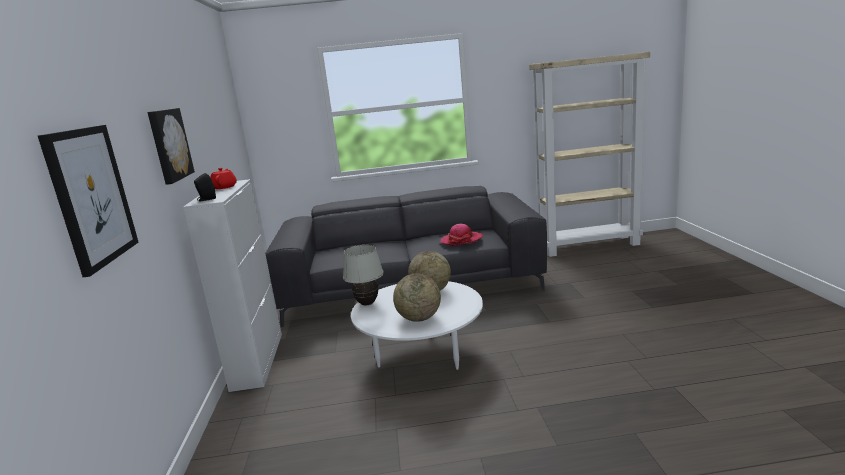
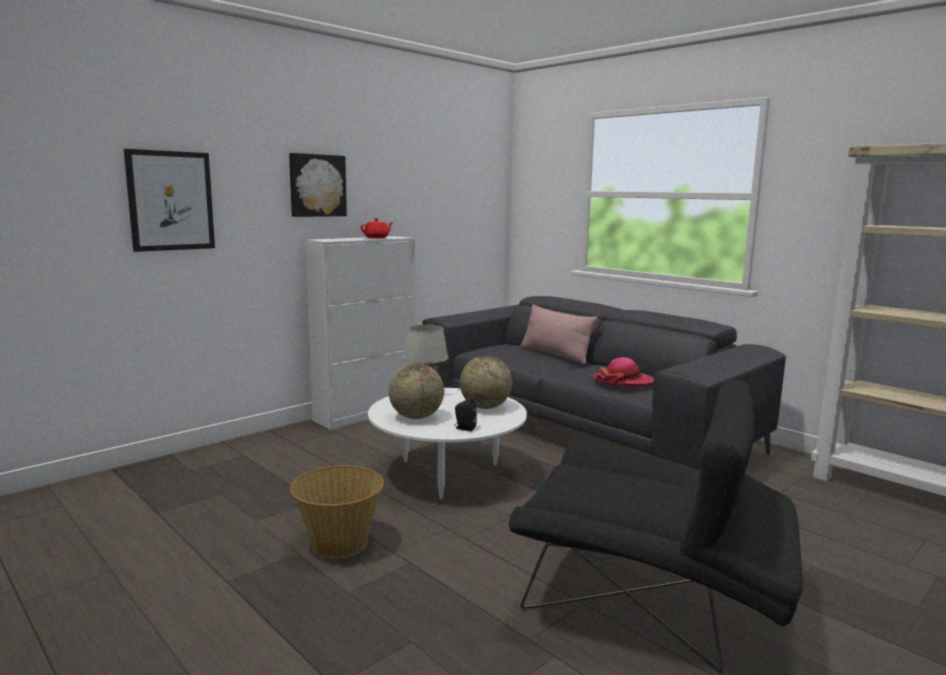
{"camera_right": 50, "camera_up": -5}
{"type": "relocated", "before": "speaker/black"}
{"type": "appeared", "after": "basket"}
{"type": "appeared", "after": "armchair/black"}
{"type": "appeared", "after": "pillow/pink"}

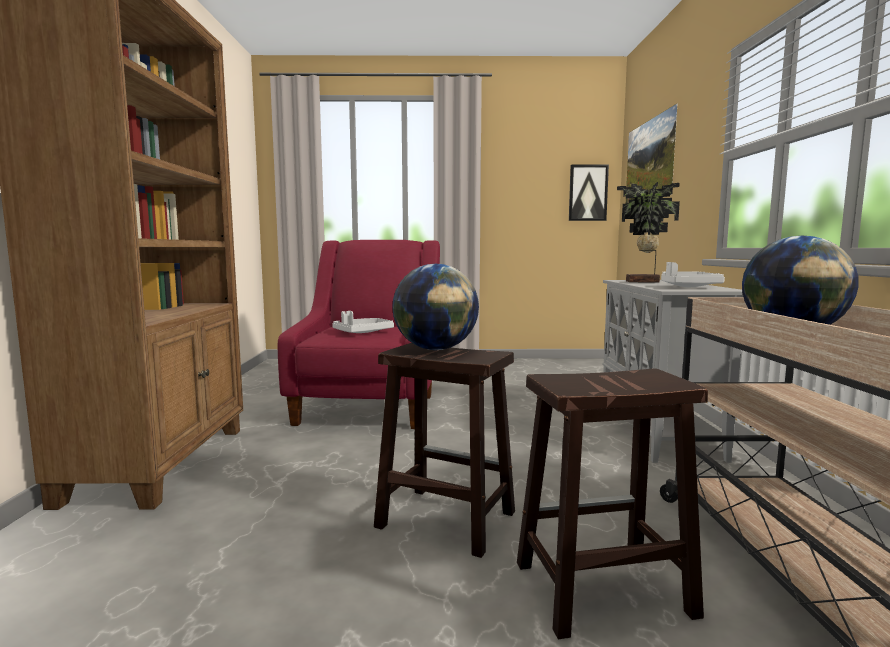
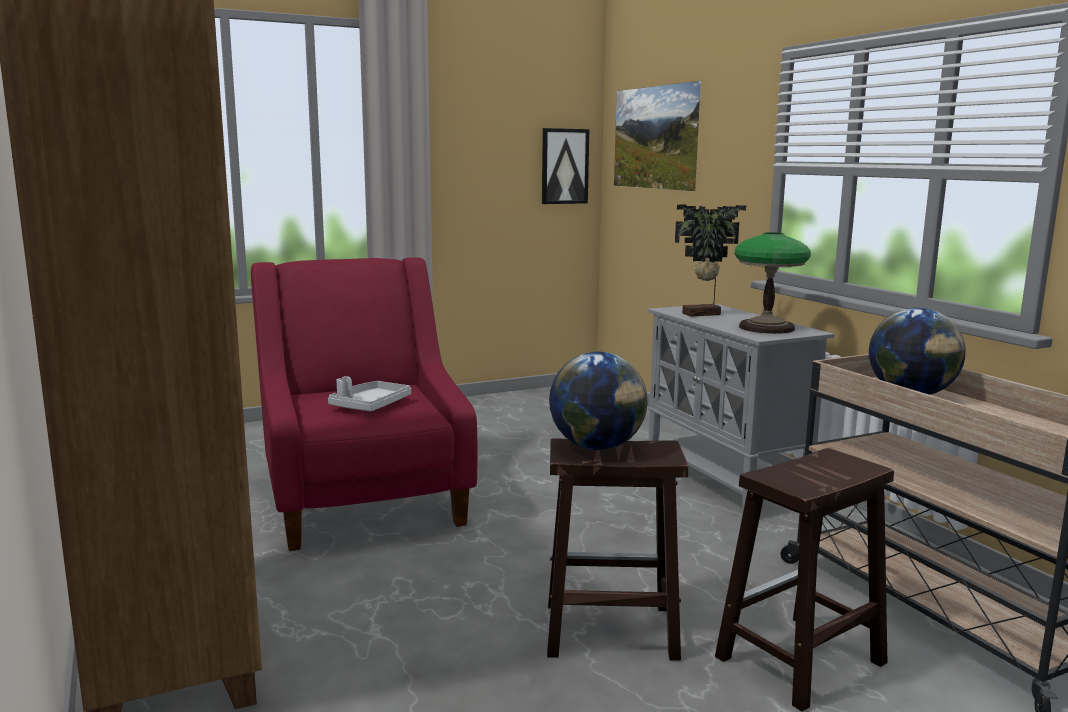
{"camera_right": -25, "camera_up": 5}
{"type": "exchanged", "before": "tray/grey (no. 2 from left)", "after": "table lamp"}

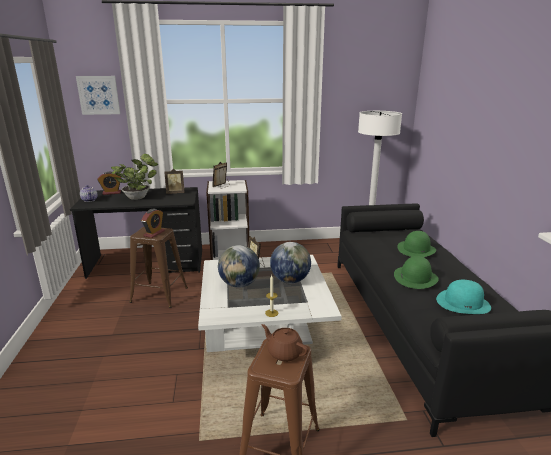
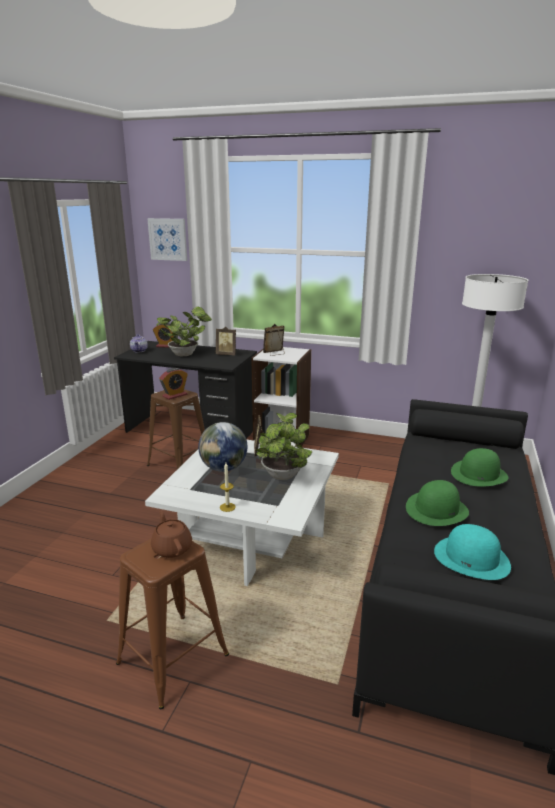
{"camera_right": 25, "camera_up": 0}
{"type": "exchanged", "before": "globe (no. 2 from left)", "after": "potted plant (no. 2 from left)"}

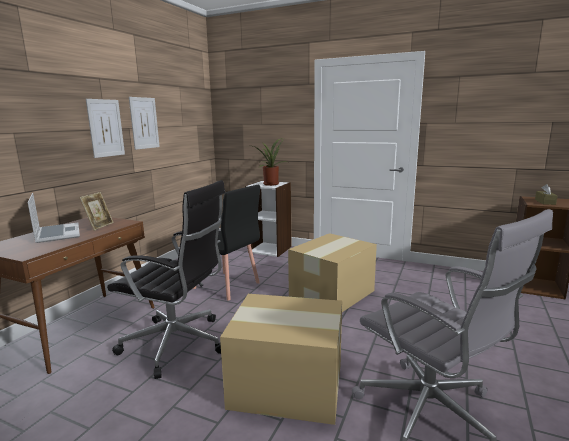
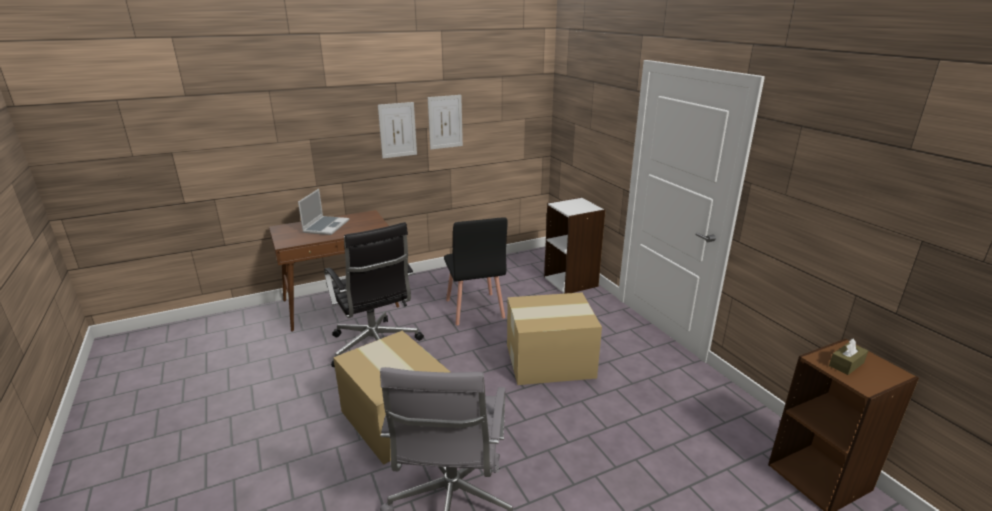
{"camera_right": 40, "camera_up": 10}
{"type": "missing", "before": "picture frame"}
{"type": "missing", "before": "potted plant"}

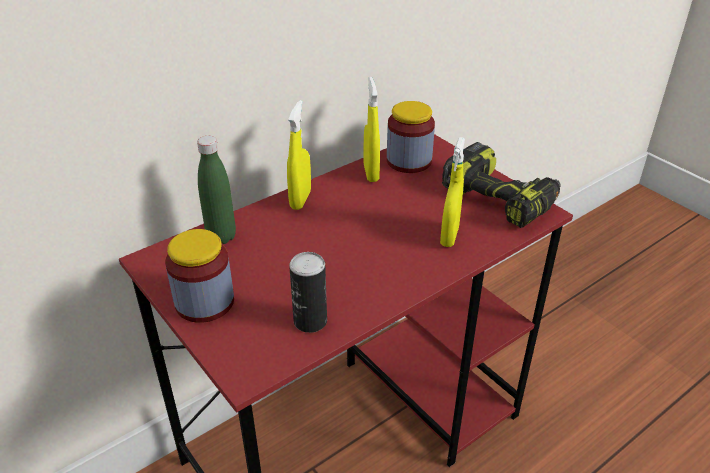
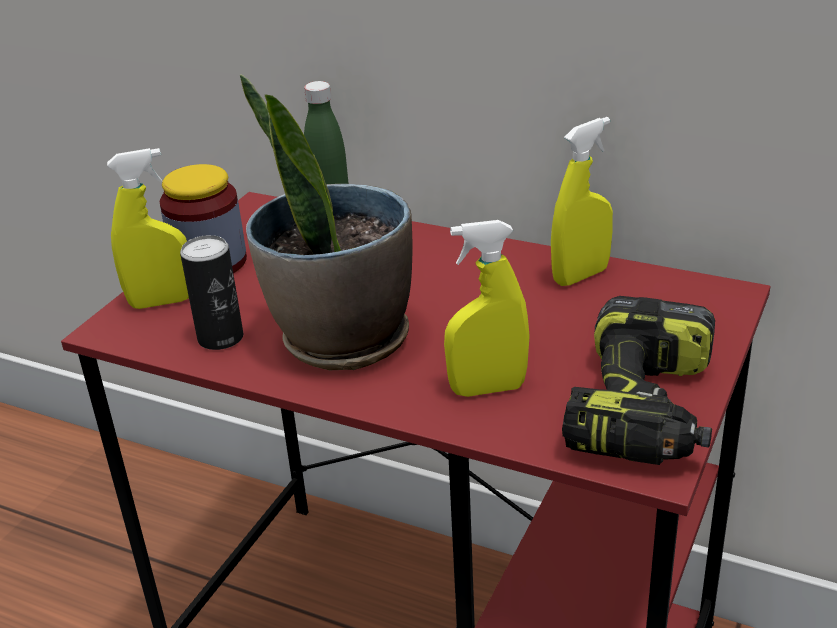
{"camera_right": 65, "camera_up": -5}
{"type": "relocated", "before": "spray bottle/yellow (no. 1 from left)"}
{"type": "missing", "before": "jar (no. 2 from left)"}
{"type": "appeared", "after": "potted plant"}

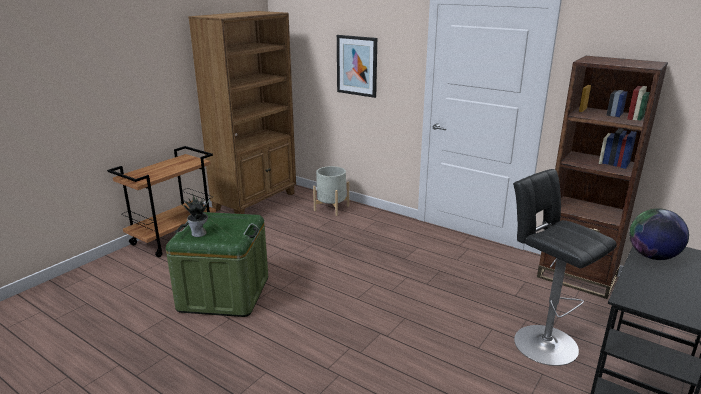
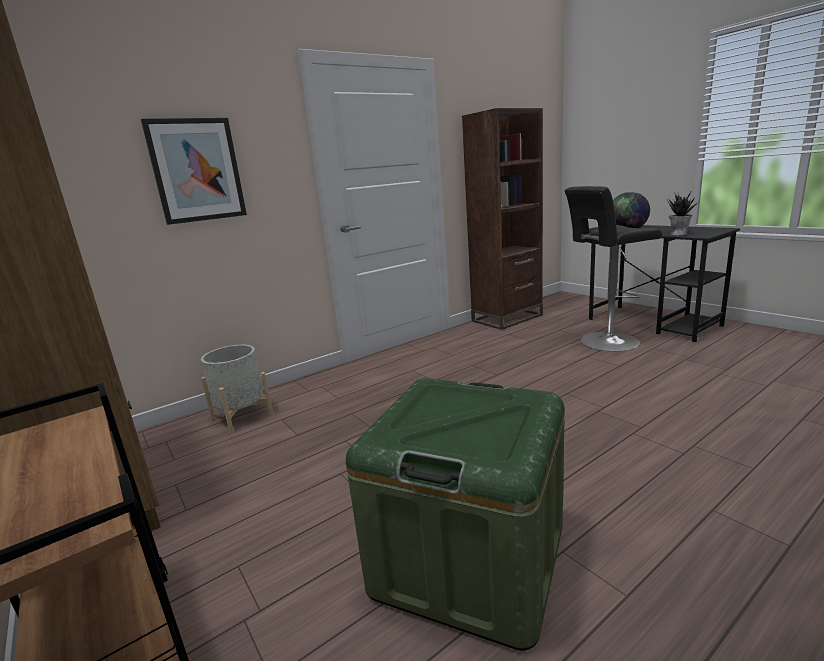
{"camera_right": -70, "camera_up": -5}
{"type": "relocated", "before": "potted plant"}

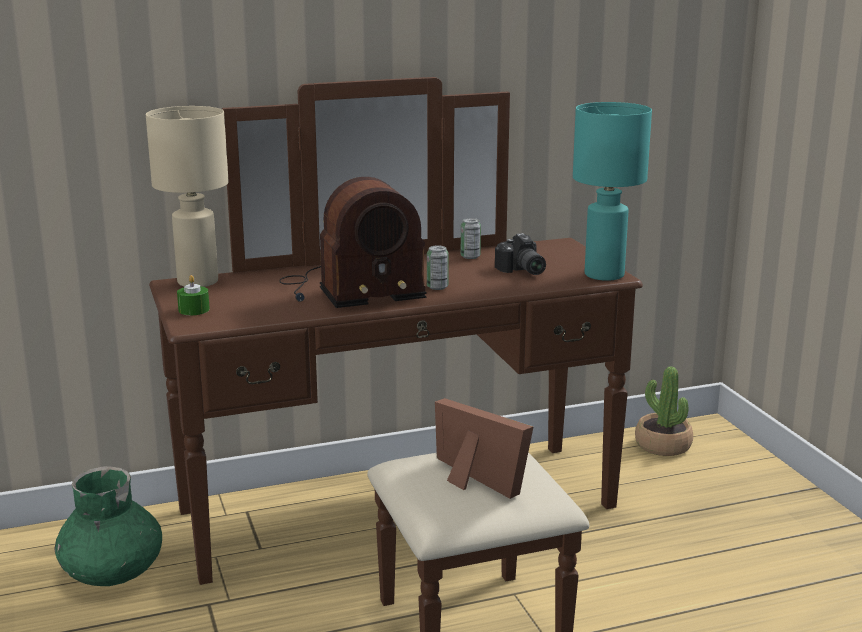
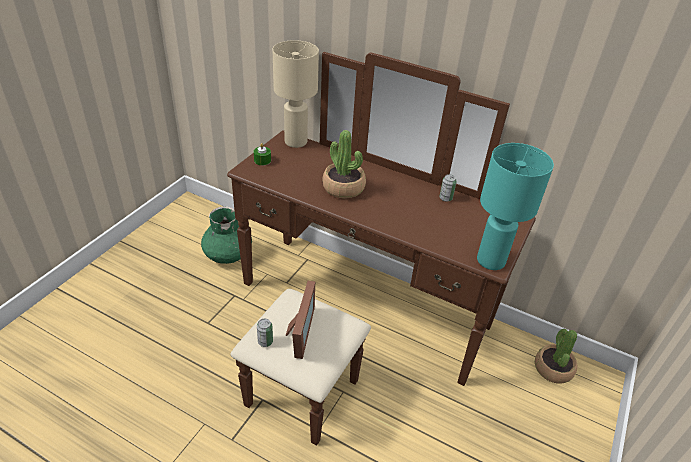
{"camera_right": 45, "camera_up": 20}
{"type": "exchanged", "before": "radio", "after": "potted plant (no. 1 from left)"}
{"type": "relocated", "before": "can (no. 1 from left)"}
{"type": "missing", "before": "photo camera"}

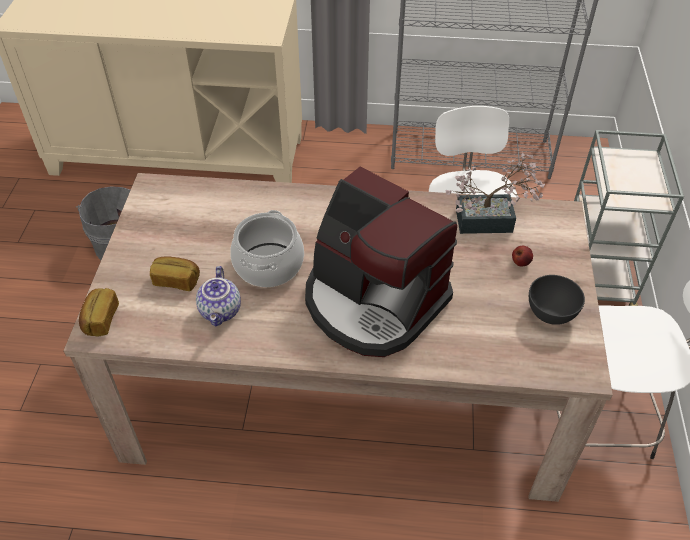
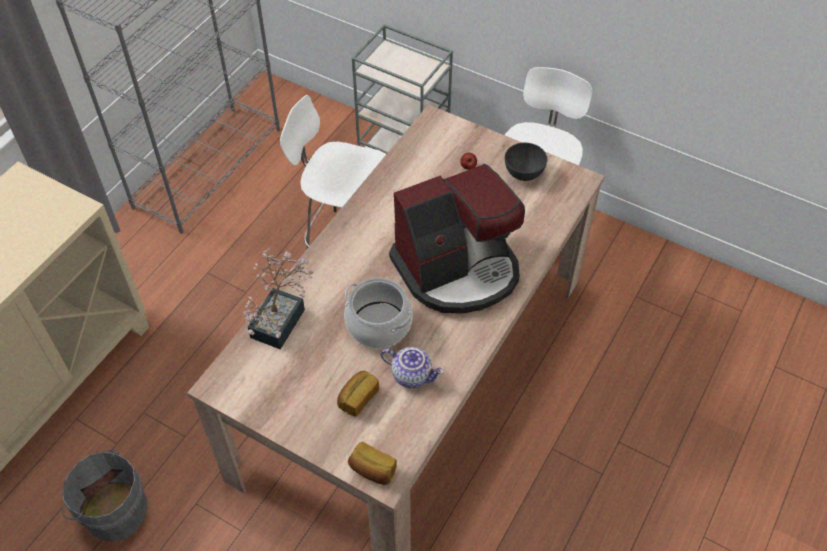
{"camera_right": -65, "camera_up": 5}
{"type": "relocated", "before": "potted plant"}

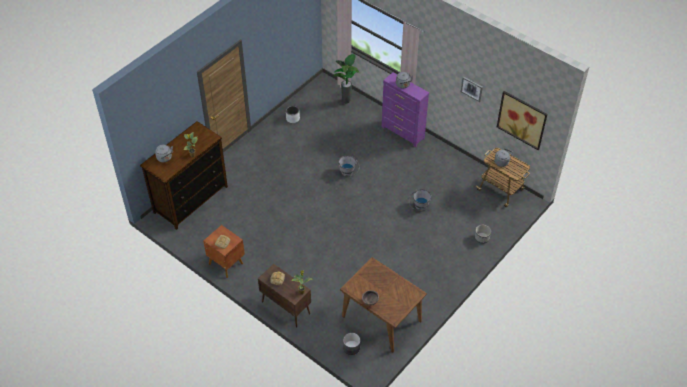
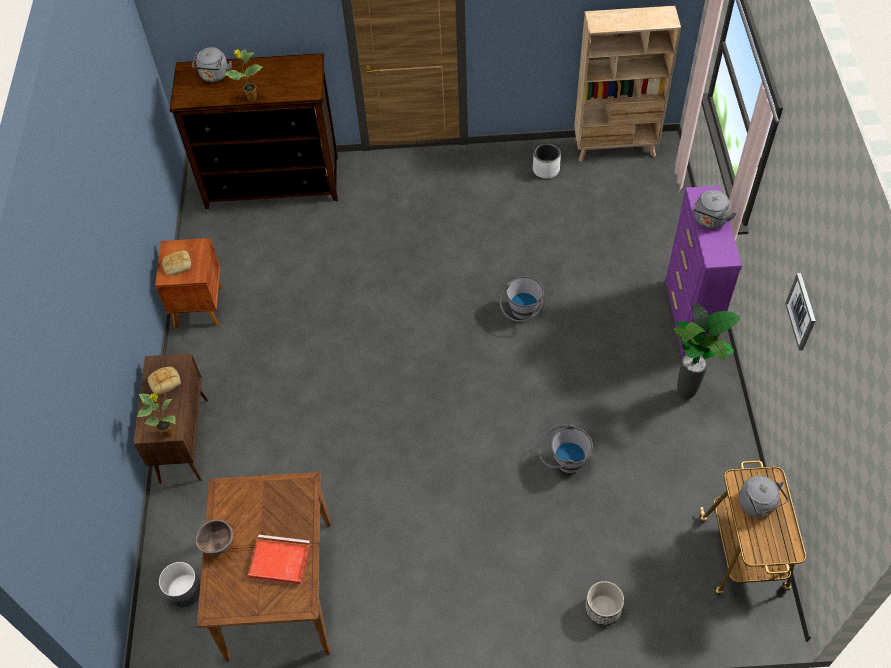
{"camera_right": 50, "camera_up": 5}
{"type": "relocated", "before": "potted plant (no. 3 from left)"}
{"type": "missing", "before": "picture (no. 2 from left)"}
{"type": "appeared", "after": "tray/red"}
{"type": "appeared", "after": "bookcase/beige"}

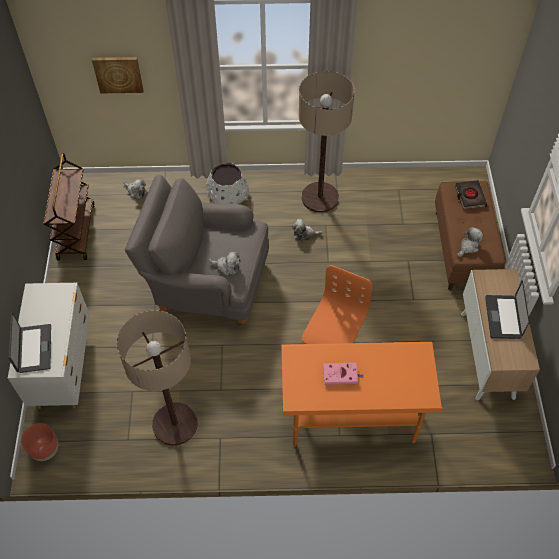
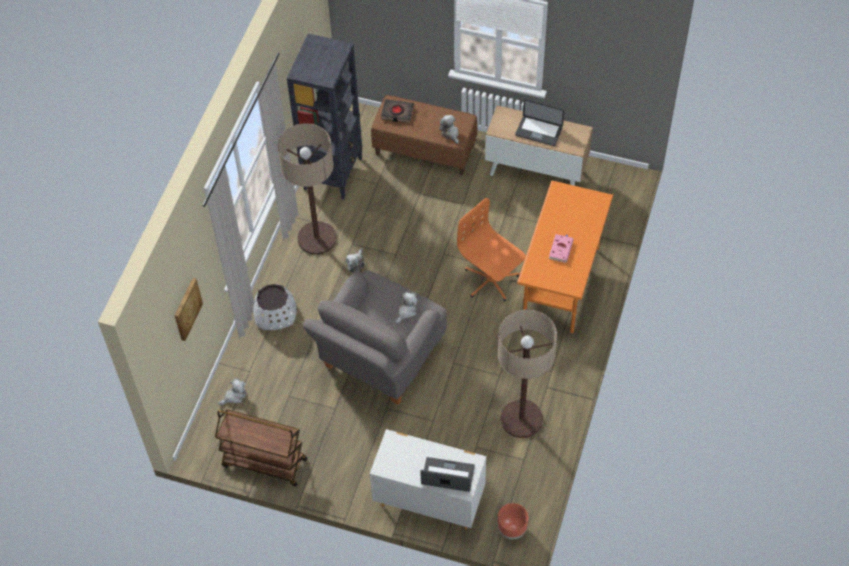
{"camera_right": -70, "camera_up": 0}
{"type": "appeared", "after": "bookcase/black"}

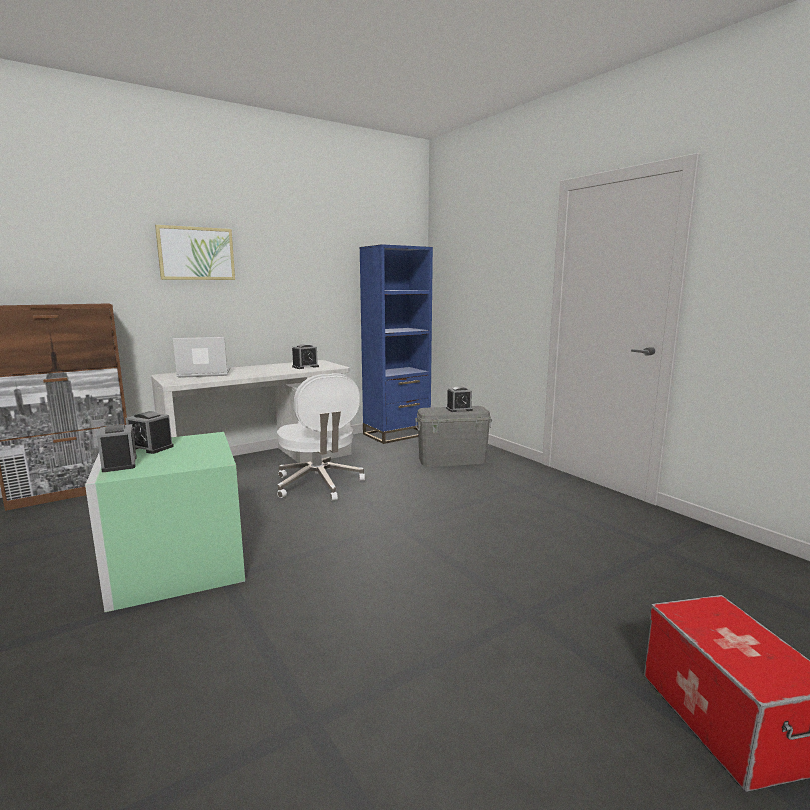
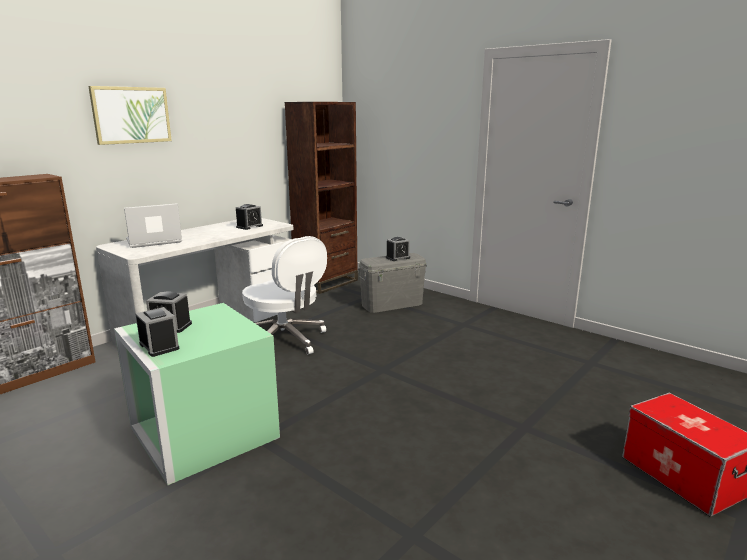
{"camera_right": -15, "camera_up": 5}
{"type": "colour", "before": "bookcase/blue", "after": "bookcase/brown"}

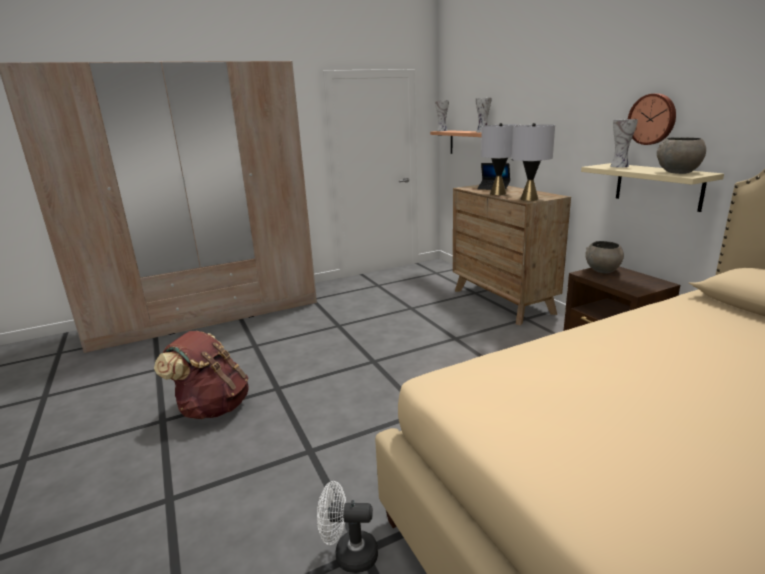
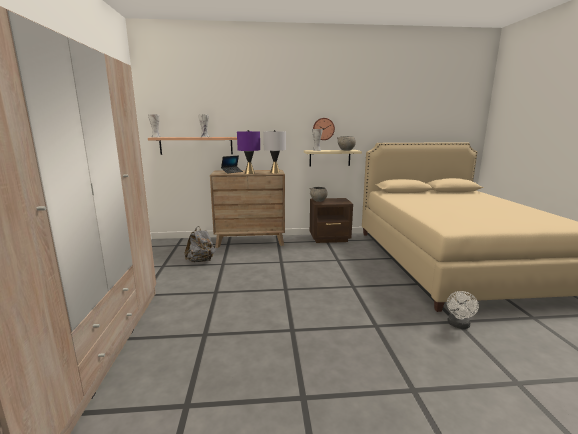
{"camera_right": -70, "camera_up": -5}
{"type": "missing", "before": "backpack/brown"}
{"type": "colour", "before": "table lamp/grey (no. 1 from left)", "after": "table lamp/purple"}
{"type": "appeared", "after": "backpack/grey"}

